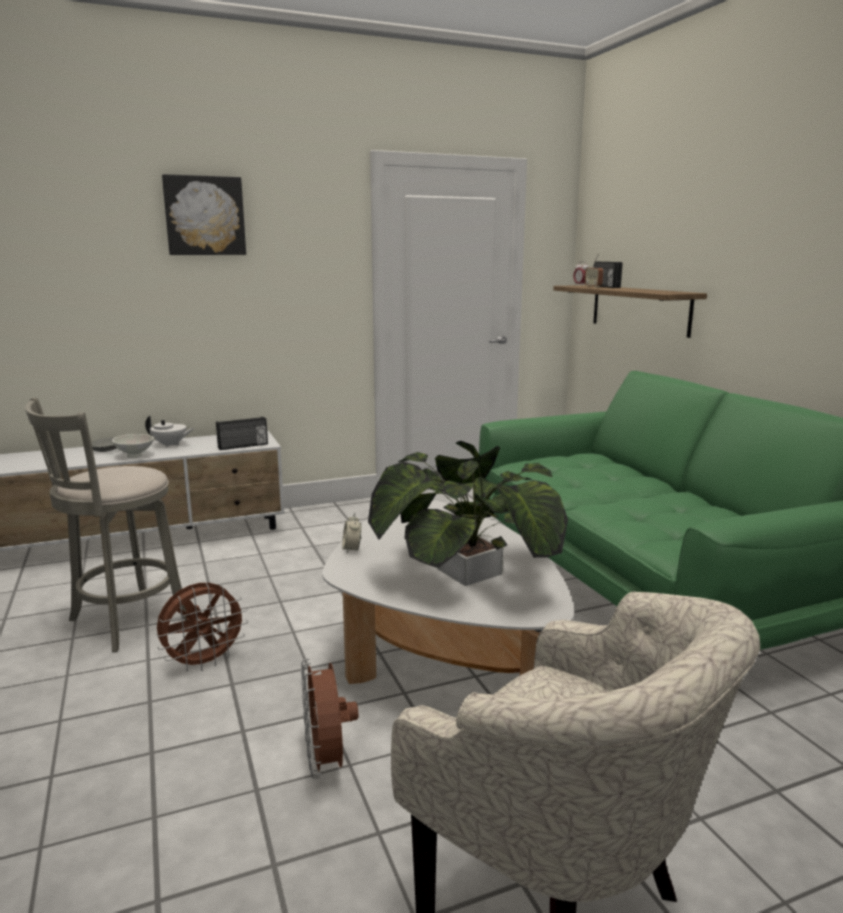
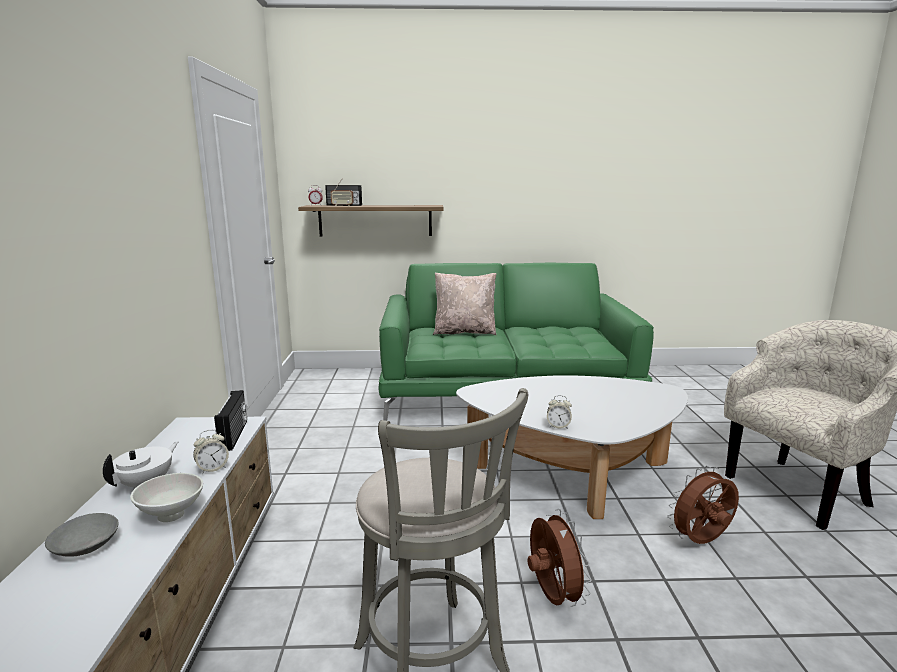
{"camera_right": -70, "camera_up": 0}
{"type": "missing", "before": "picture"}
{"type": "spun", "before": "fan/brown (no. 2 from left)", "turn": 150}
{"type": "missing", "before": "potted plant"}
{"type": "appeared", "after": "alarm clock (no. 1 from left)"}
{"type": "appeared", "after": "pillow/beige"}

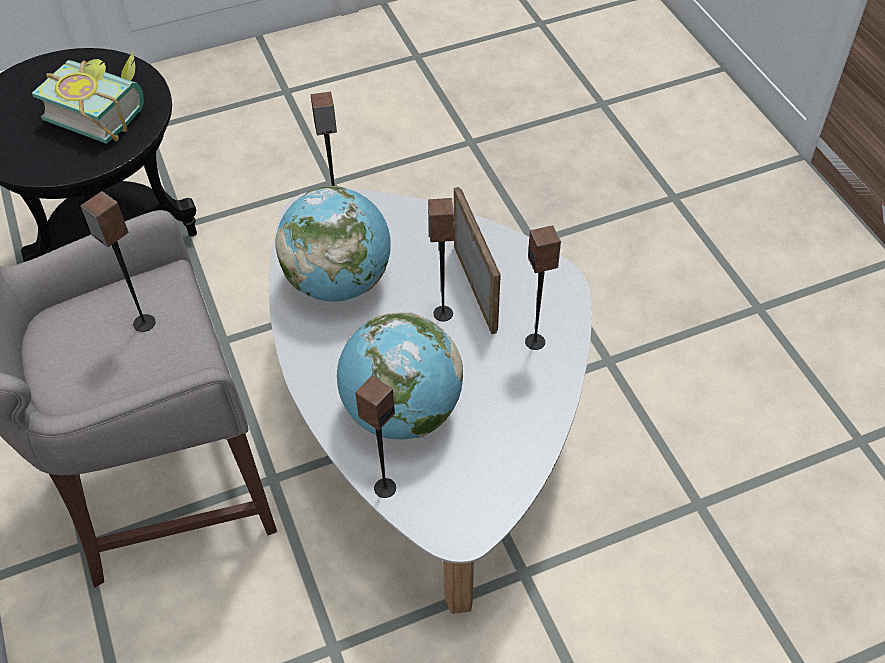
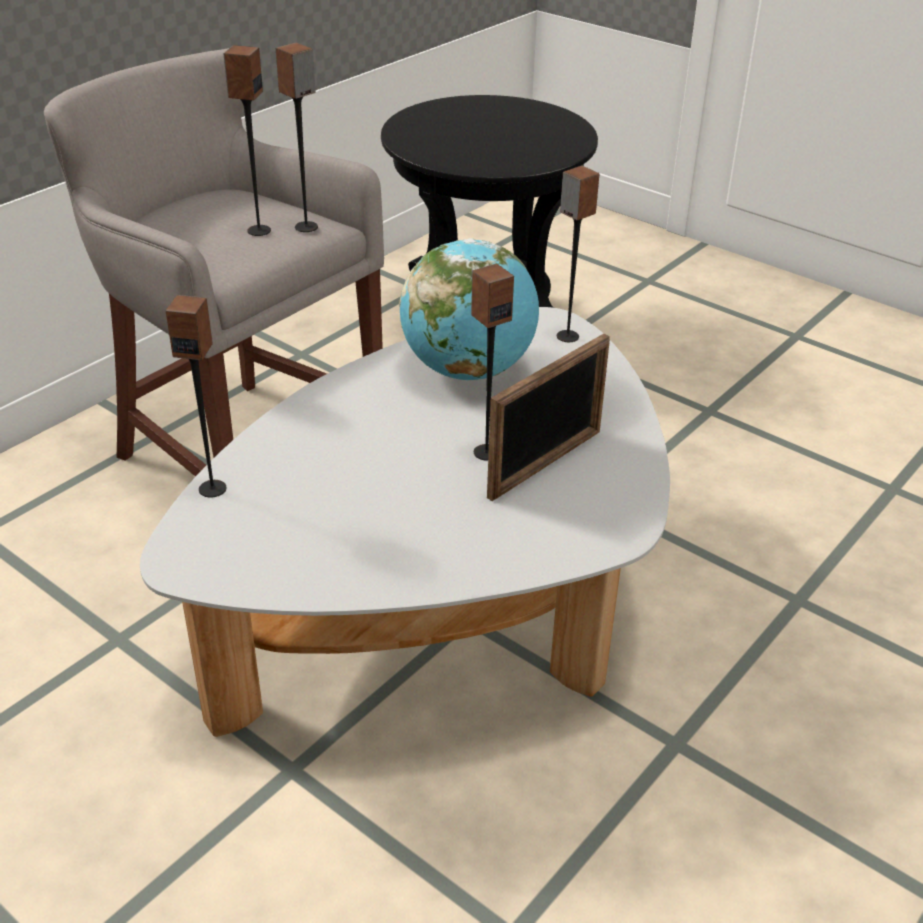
{"camera_right": 60, "camera_up": -15}
{"type": "missing", "before": "book"}
{"type": "missing", "before": "globe (no. 2 from left)"}
{"type": "relocated", "before": "speaker (no. 5 from left in the first image)", "after": "speaker (no. 3 from left)"}

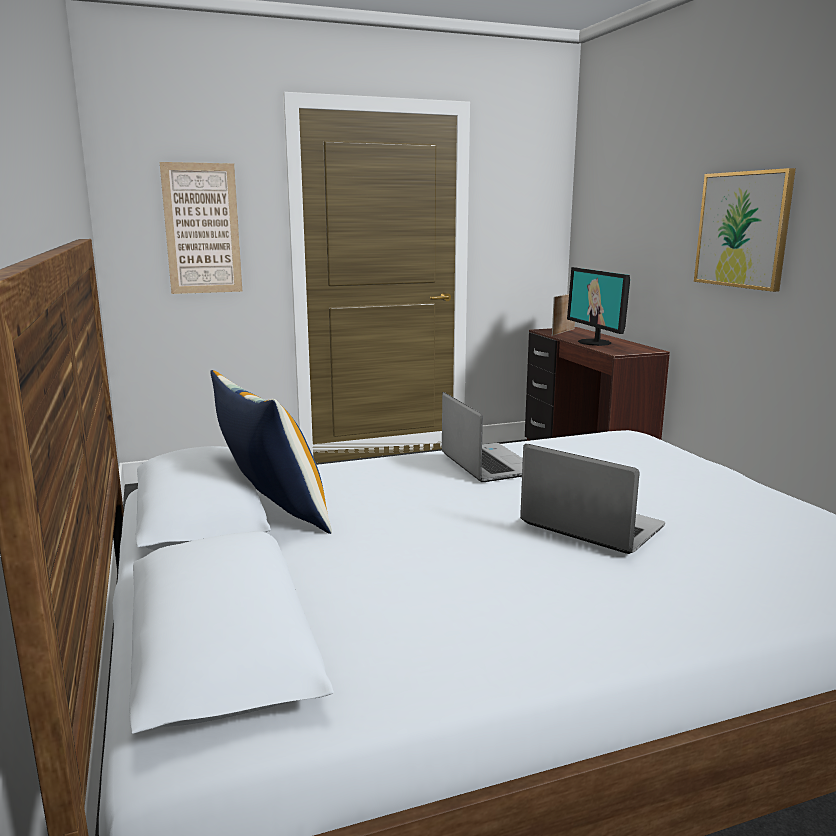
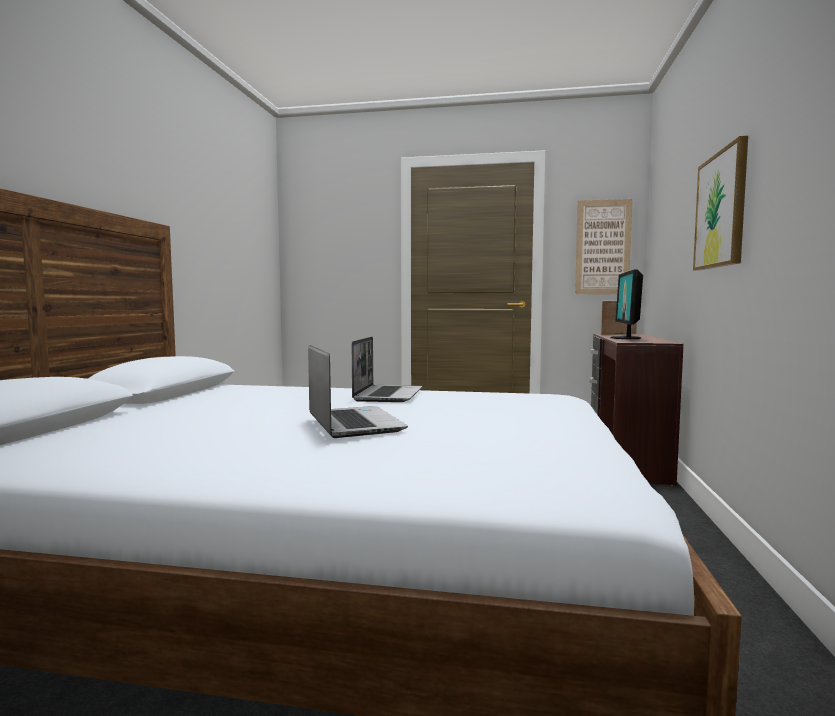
{"camera_right": 30, "camera_up": -10}
{"type": "relocated", "before": "picture (no. 1 from left)"}
{"type": "missing", "before": "pillow"}

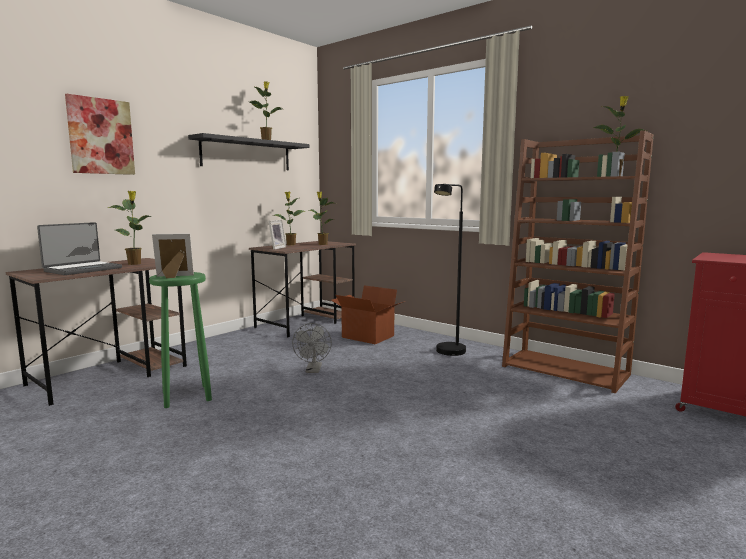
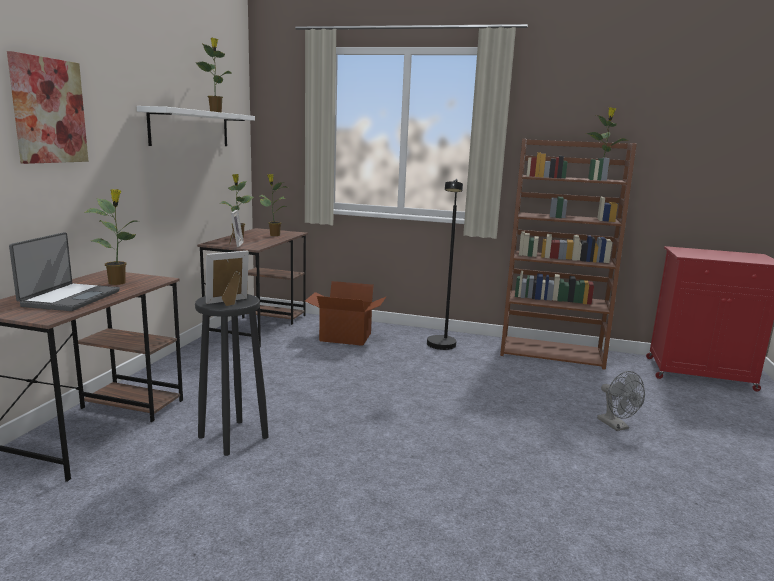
{"camera_right": -25, "camera_up": 5}
{"type": "colour", "before": "stool/green", "after": "stool/black"}
{"type": "colour", "before": "shelf/black", "after": "shelf/white"}
{"type": "relocated", "before": "fan/grey"}

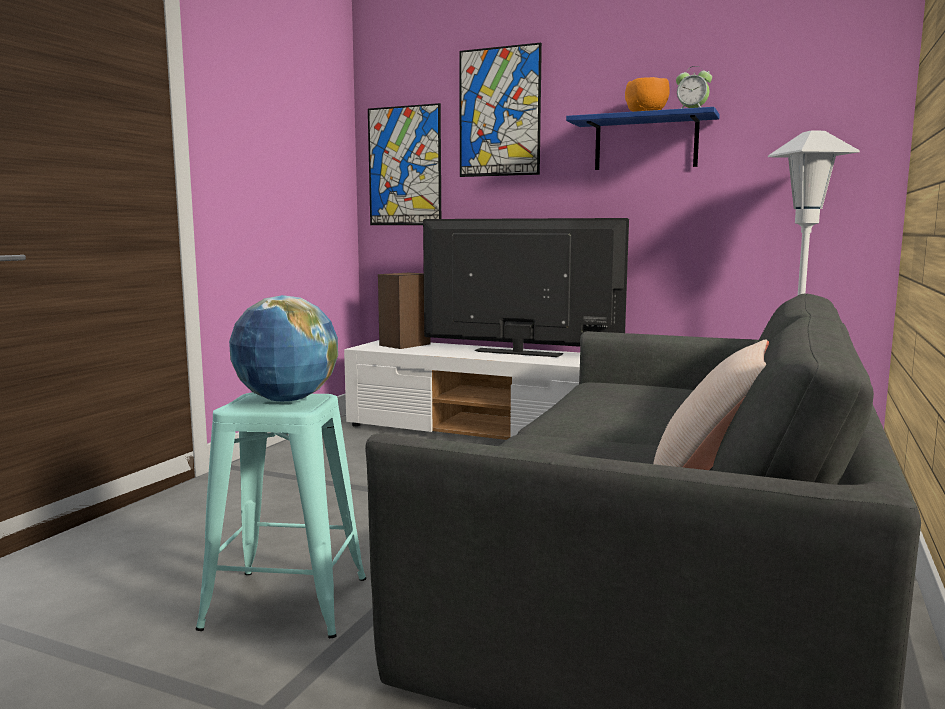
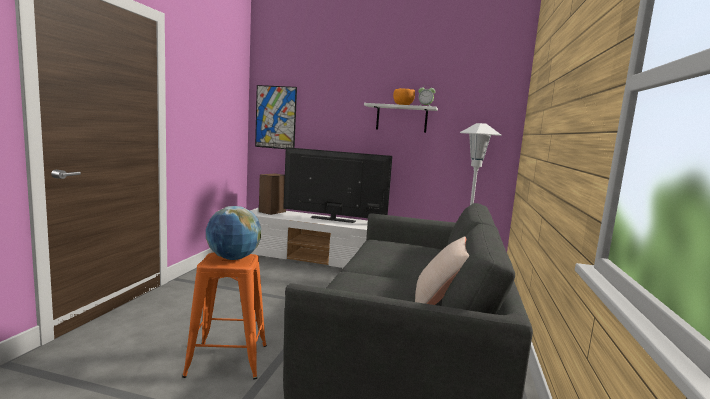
{"camera_right": -10, "camera_up": 0}
{"type": "colour", "before": "stool/turquoise", "after": "stool/orange"}
{"type": "missing", "before": "picture (no. 2 from left)"}
{"type": "colour", "before": "shelf/blue", "after": "shelf/white"}

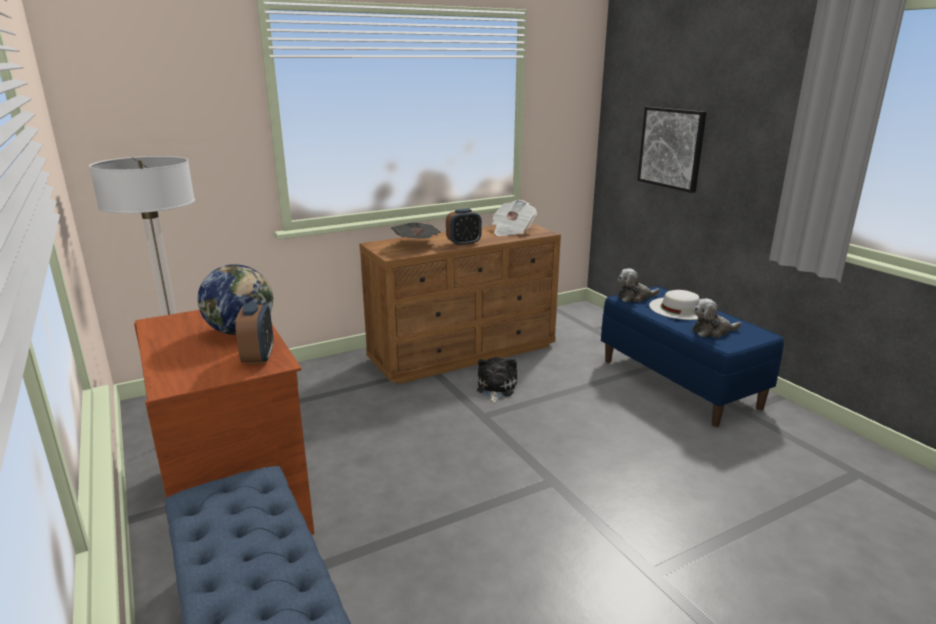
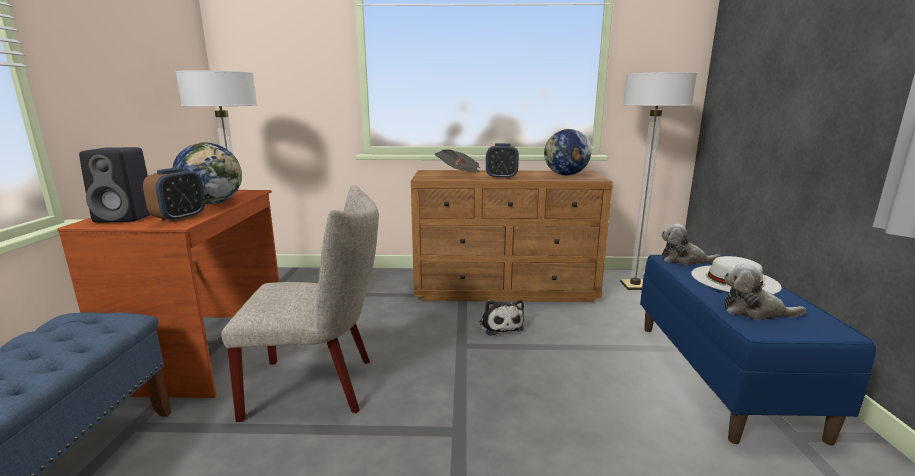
{"camera_right": 30, "camera_up": -5}
{"type": "spun", "before": "plush toy (no. 1 from left)", "turn": 120}
{"type": "exchanged", "before": "newspaper (no. 2 from left)", "after": "globe (no. 2 from left)"}
{"type": "missing", "before": "picture"}
{"type": "appeared", "after": "speaker/black"}
{"type": "appeared", "after": "chair/beige"}
{"type": "appeared", "after": "floor lamp (no. 2 from left)"}

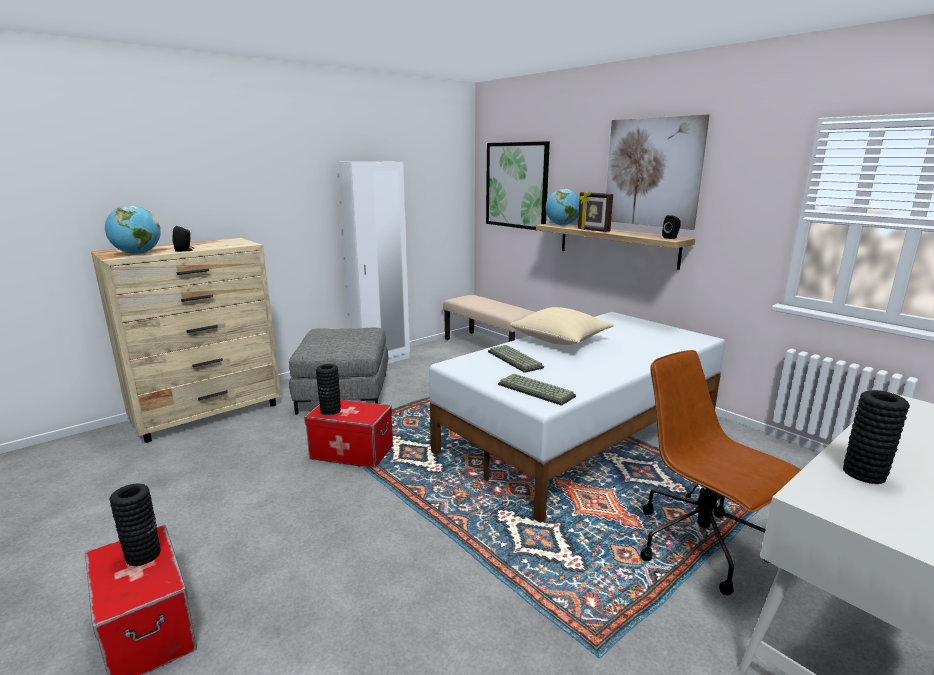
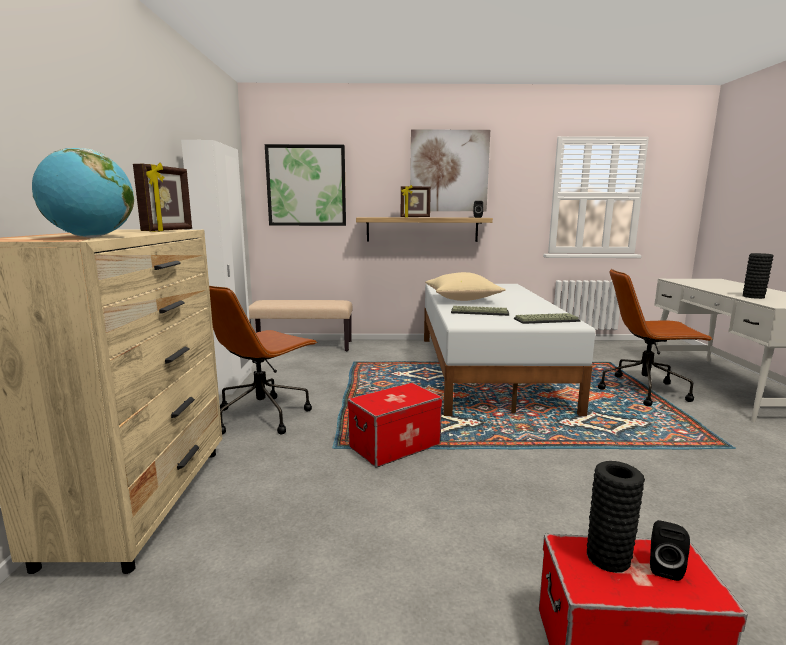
{"camera_right": -50, "camera_up": -5}
{"type": "relocated", "before": "speaker/black (no. 1 from left in the first image)", "after": "speaker/black (no. 2 from left)"}
{"type": "exchanged", "before": "ottoman/grey", "after": "office chair/brown (no. 1 from left)"}
{"type": "missing", "before": "vase/black (no. 2 from left)"}
{"type": "missing", "before": "globe (no. 2 from left)"}
{"type": "appeared", "after": "picture frame (no. 1 from left)"}

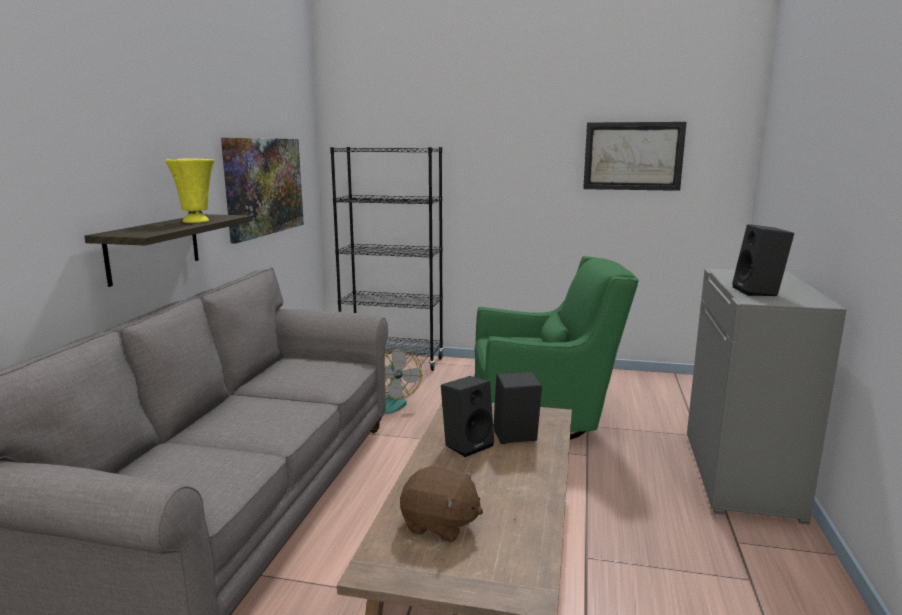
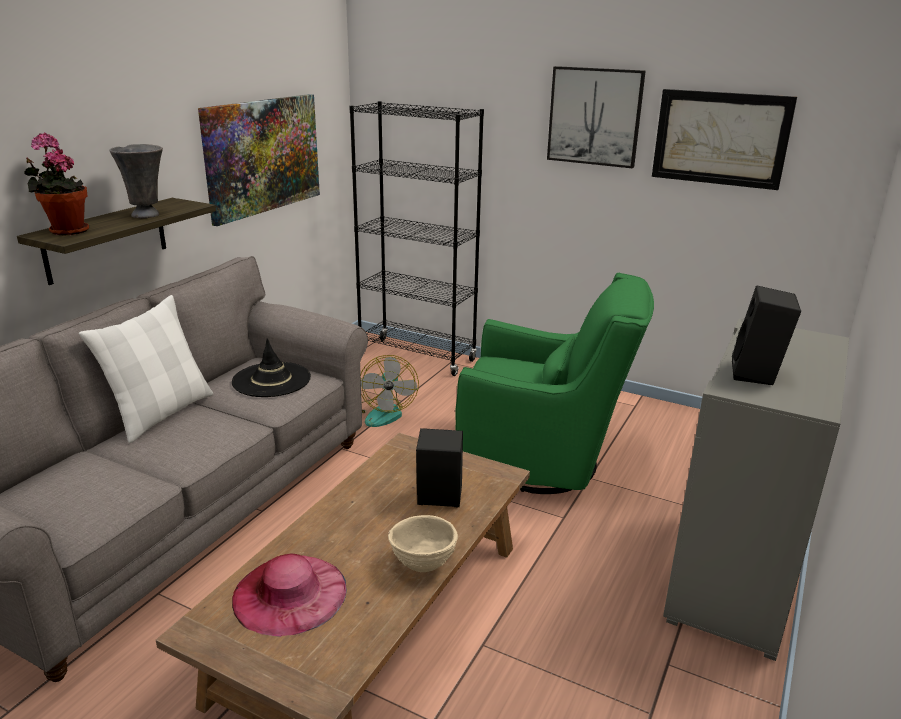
{"camera_right": 15, "camera_up": 10}
{"type": "colour", "before": "vase/yellow", "after": "vase/grey"}
{"type": "exchanged", "before": "plush toy/brown", "after": "hat/pink"}
{"type": "missing", "before": "speaker/black (no. 1 from left)"}
{"type": "appeared", "after": "potted plant"}
{"type": "appeared", "after": "pillow/white"}
{"type": "appeared", "after": "hat/black"}
{"type": "appeared", "after": "bowl/beige"}
{"type": "appeared", "after": "picture (no. 2 from left)"}

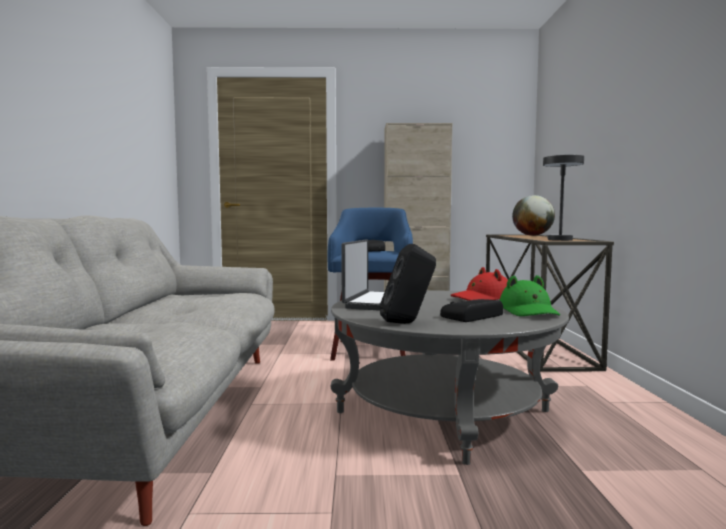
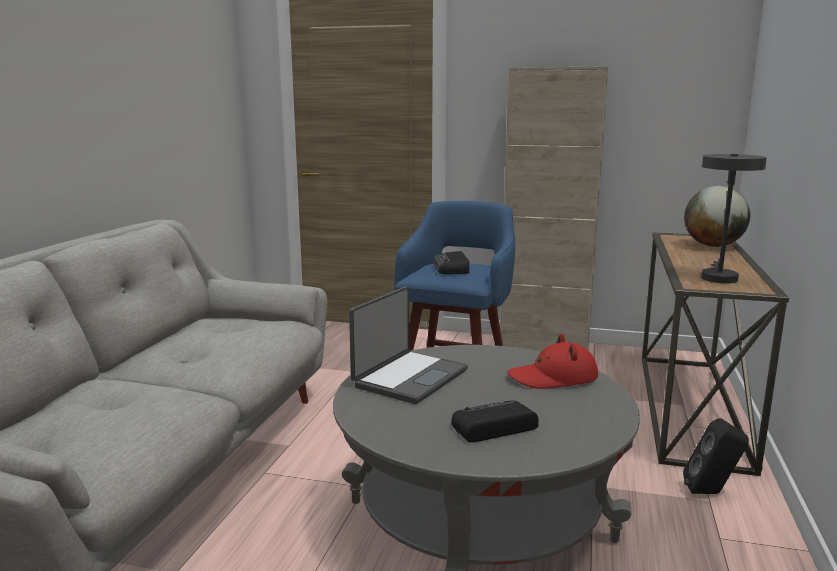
{"camera_right": 15, "camera_up": 10}
{"type": "relocated", "before": "speaker/black"}
{"type": "missing", "before": "hat/green"}

